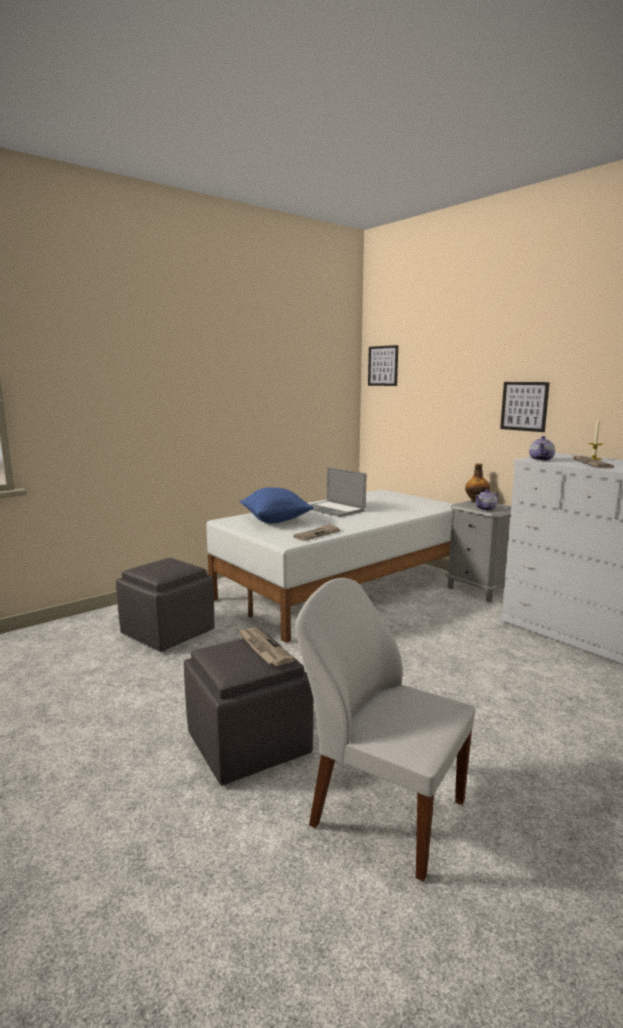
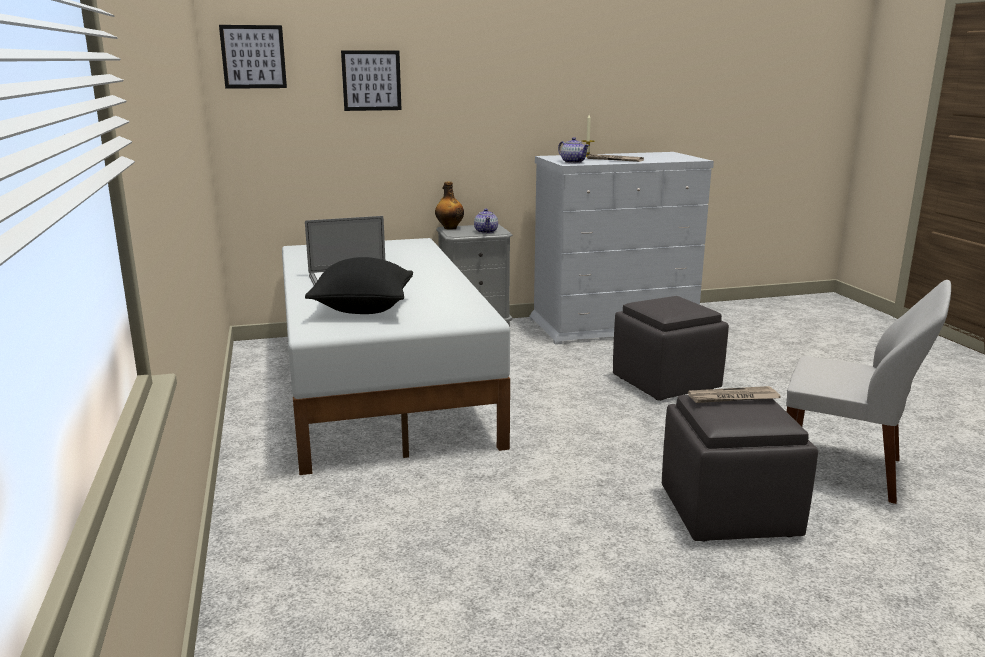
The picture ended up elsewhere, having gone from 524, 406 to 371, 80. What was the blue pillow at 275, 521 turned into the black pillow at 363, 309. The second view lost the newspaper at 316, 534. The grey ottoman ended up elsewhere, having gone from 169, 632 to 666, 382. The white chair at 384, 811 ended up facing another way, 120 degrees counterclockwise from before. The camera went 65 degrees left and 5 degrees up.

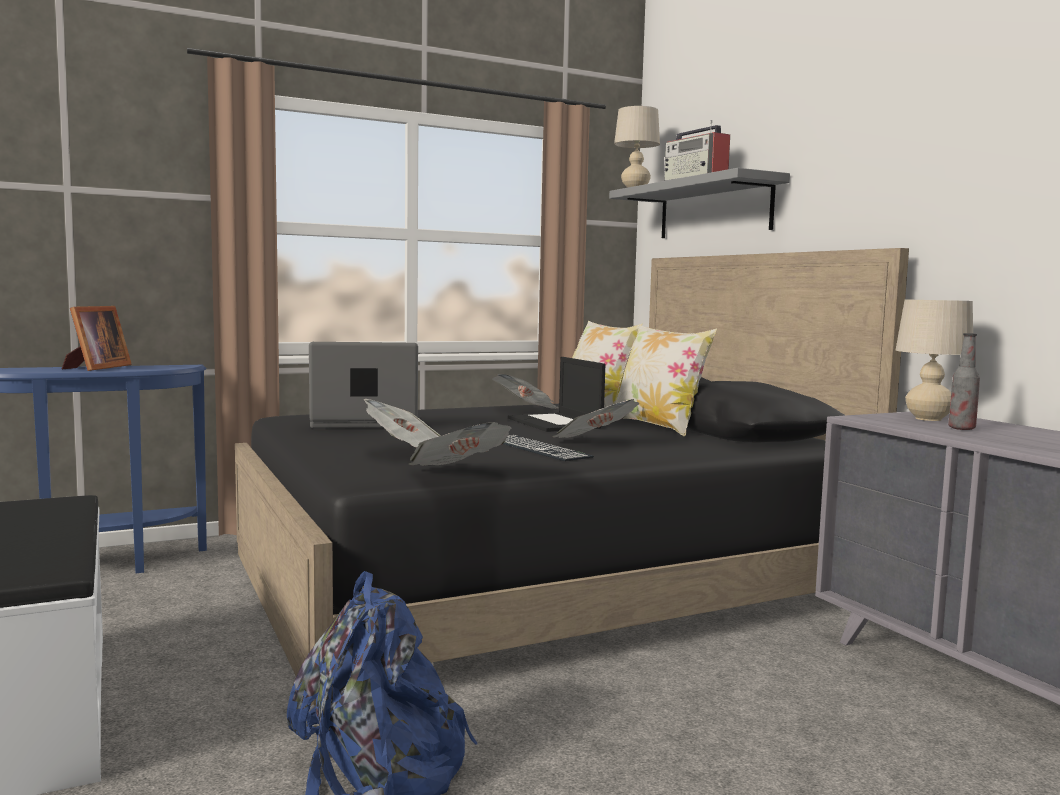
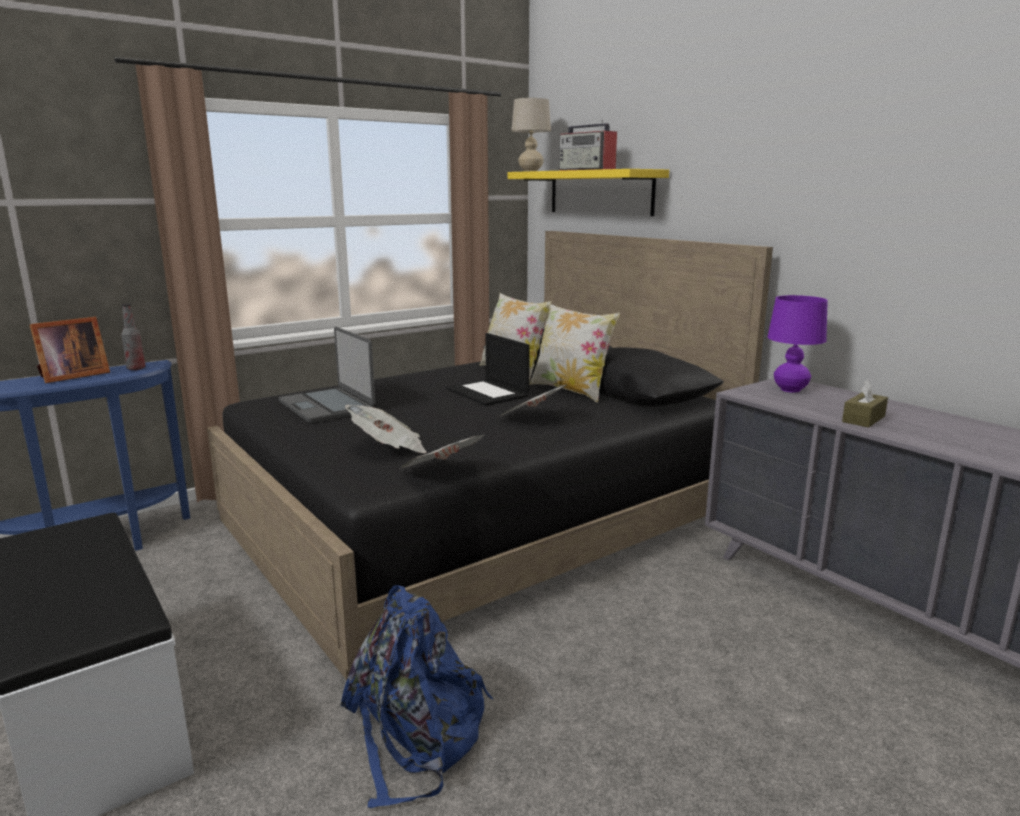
What was the grey shelf at 714, 209 turned into the yellow shelf at 600, 192. What was the beige table lamp at 928, 419 turned into the purple table lamp at 790, 389. The picture frame at 96, 368 ended up facing another way, 45 degrees clockwise from before. The bottle ended up elsewhere, having gone from 961, 428 to 136, 368. The laptop at 364, 423 ended up facing another way, 105 degrees counterclockwise from before. The second view lost the newspaper at 526, 410. The second view lost the keyboard at 537, 448. The second view gained the brown tissue box at 863, 419. The camera went 10 degrees left and 10 degrees up.

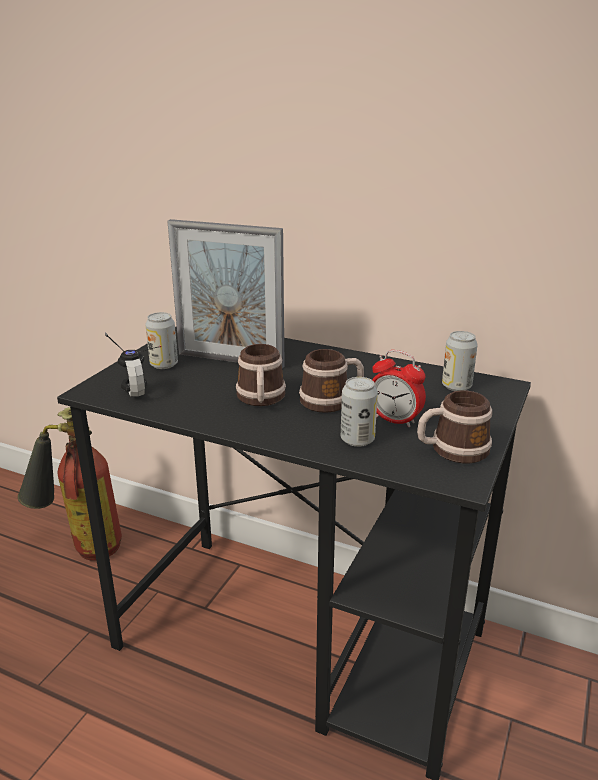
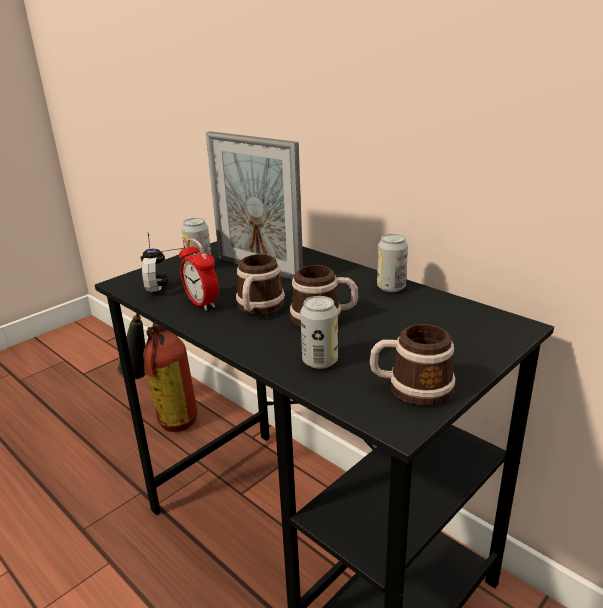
The can ended up elsewhere, having gone from 456, 386 to 391, 287. The alarm clock ended up elsewhere, having gone from 395, 420 to 202, 303. The camera went 20 degrees right and 0 degrees up.

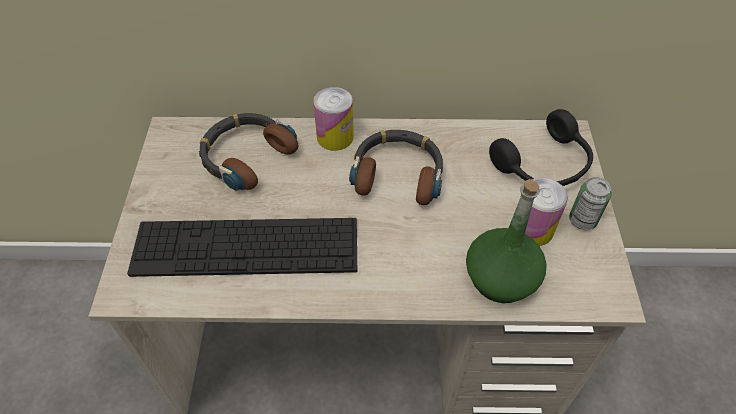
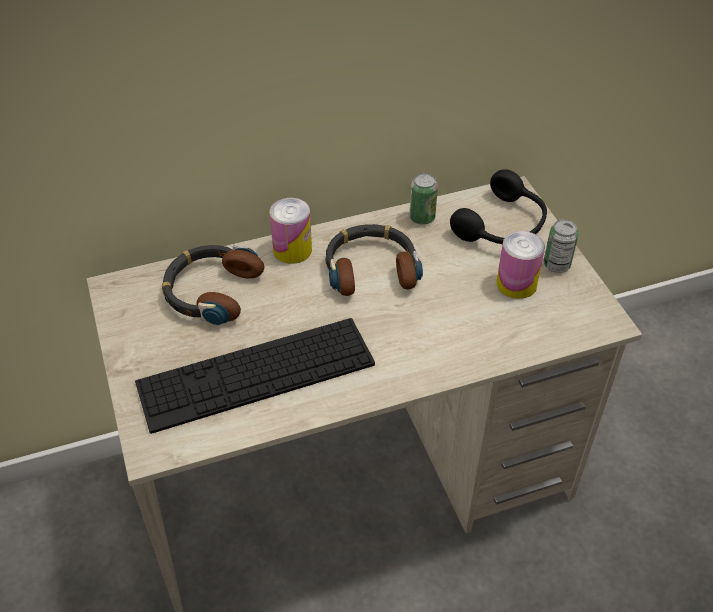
The second view lost the green bottle at 501, 278. The second view gained the can at 422, 218. The camera went 20 degrees left and 5 degrees down.

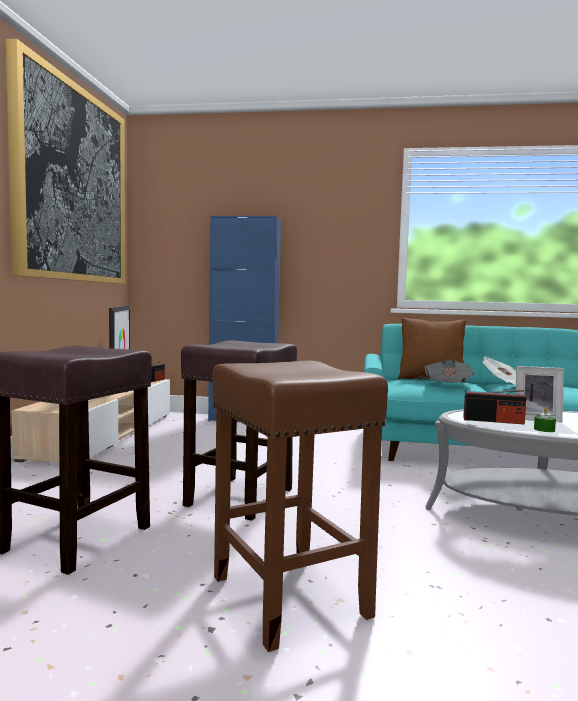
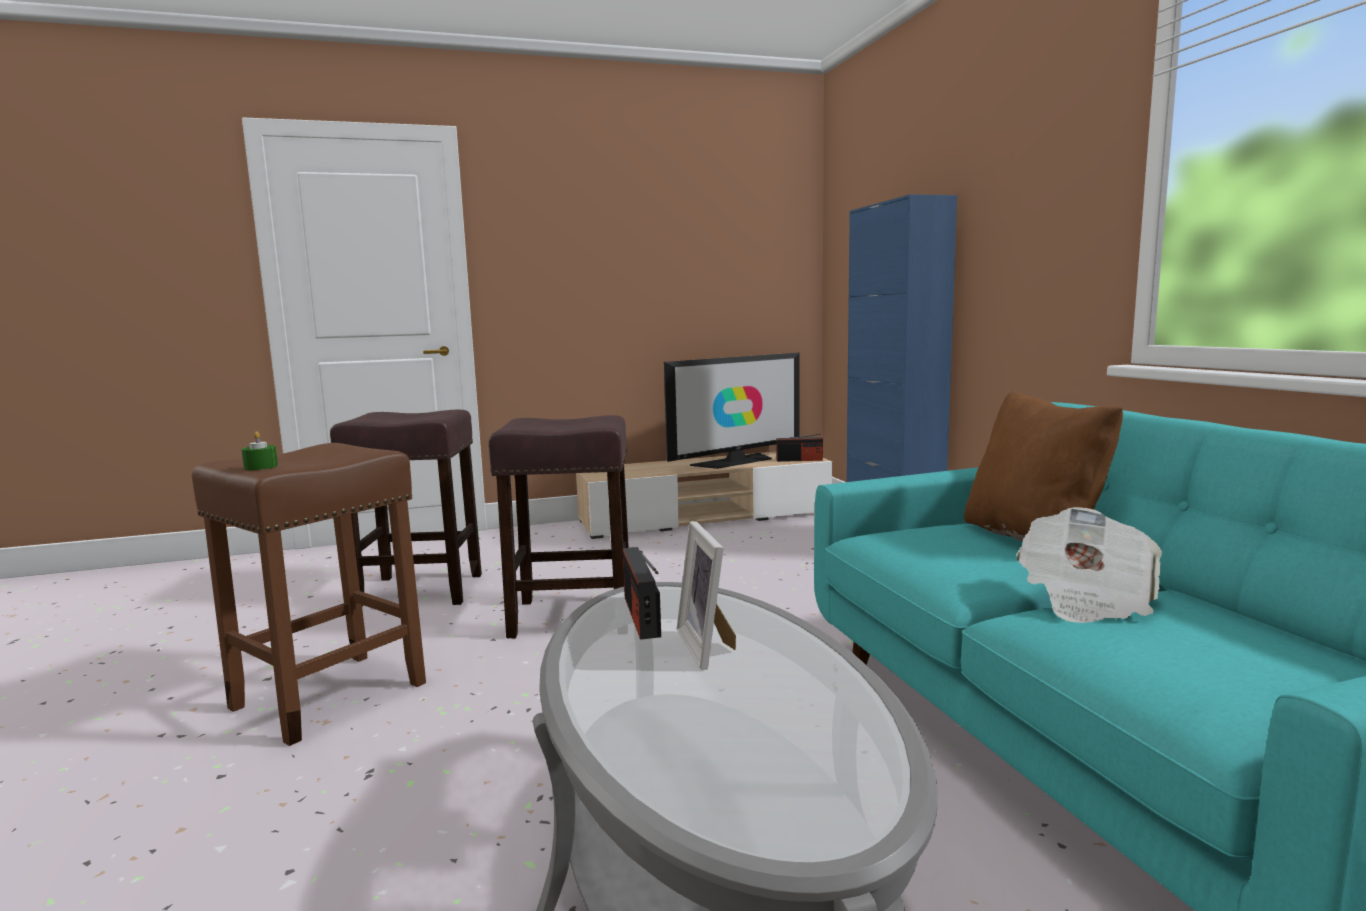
The second view lost the picture at 72, 185. The second view lost the newspaper at 448, 386. The green candle ended up elsewhere, having gone from 544, 429 to 261, 467. The camera went 65 degrees right and 5 degrees up.

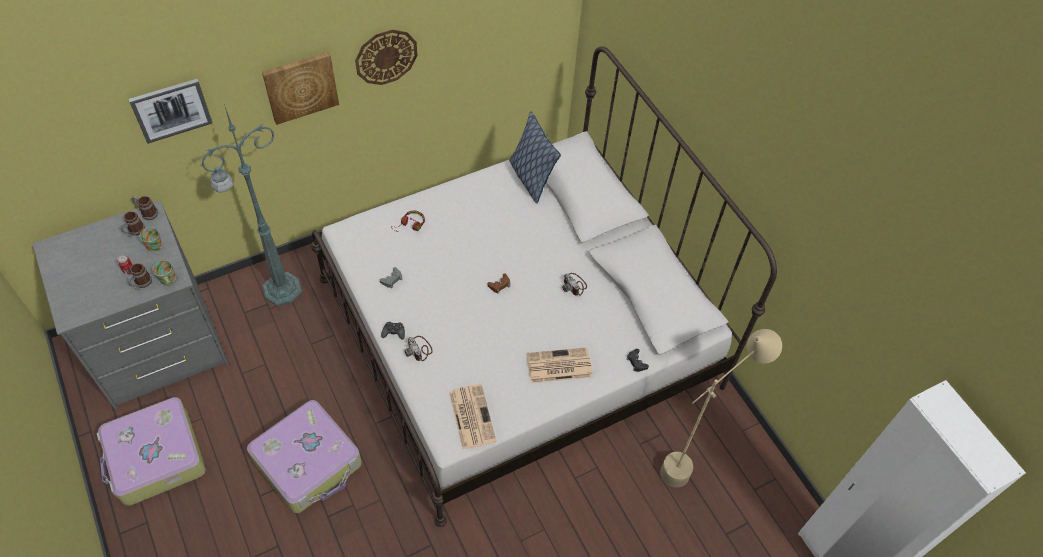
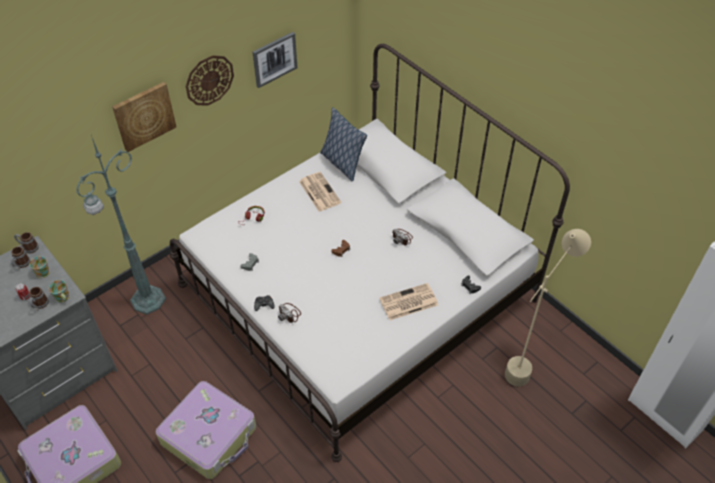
The picture ended up elsewhere, having gone from 171, 110 to 274, 59. The newspaper ended up elsewhere, having gone from 471, 416 to 319, 191. The camera went 10 degrees left and 5 degrees down.

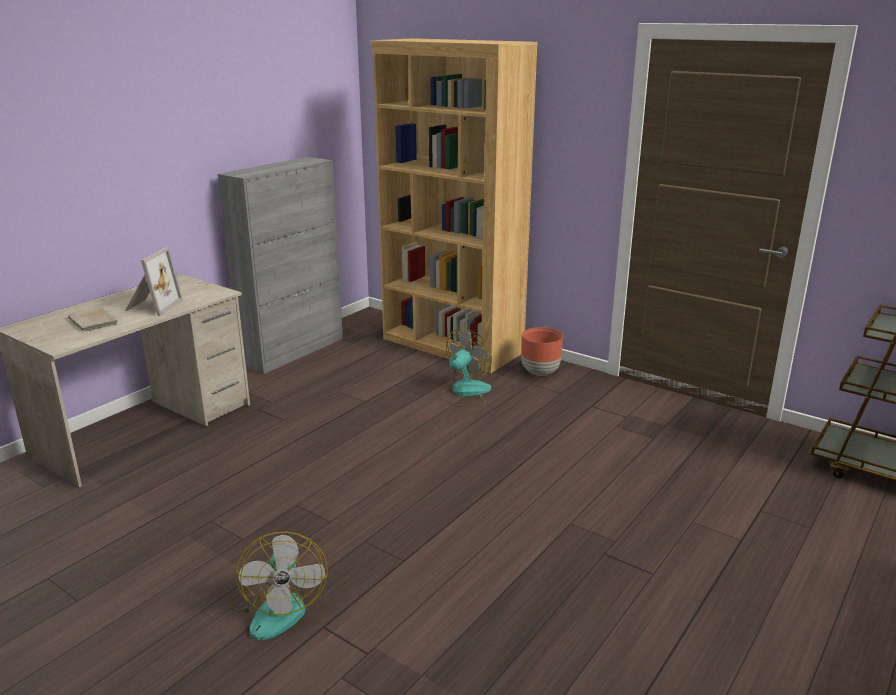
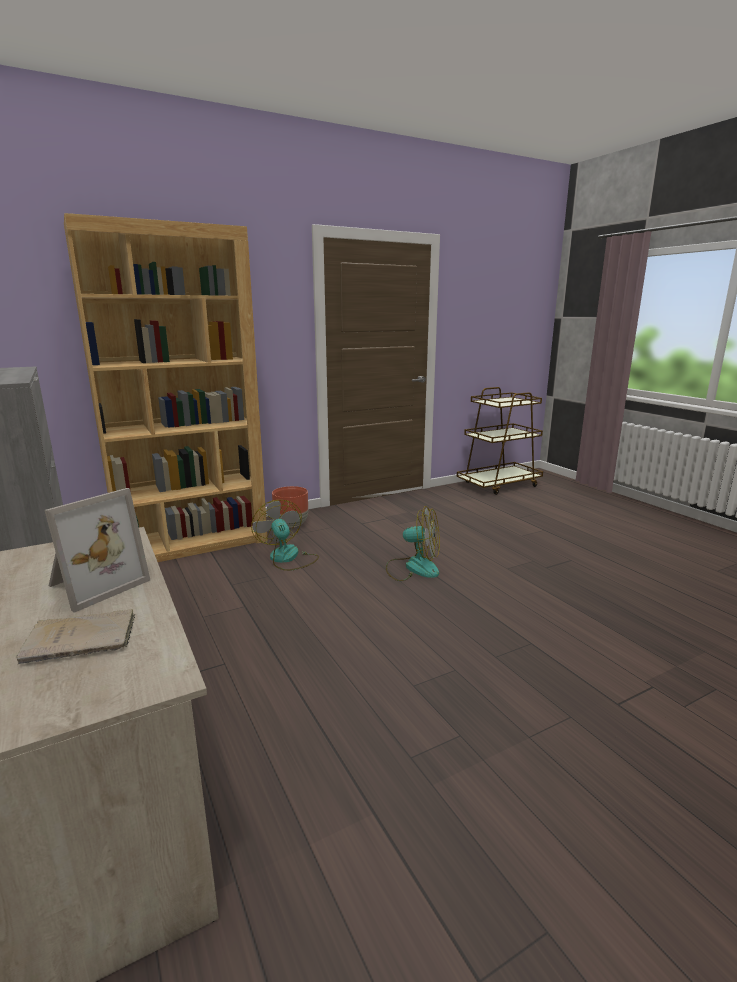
The picture frame at 152, 306 ended up facing another way, 90 degrees clockwise from before. The fan ended up elsewhere, having gone from 278, 607 to 413, 568. The camera went 65 degrees left and 5 degrees down.

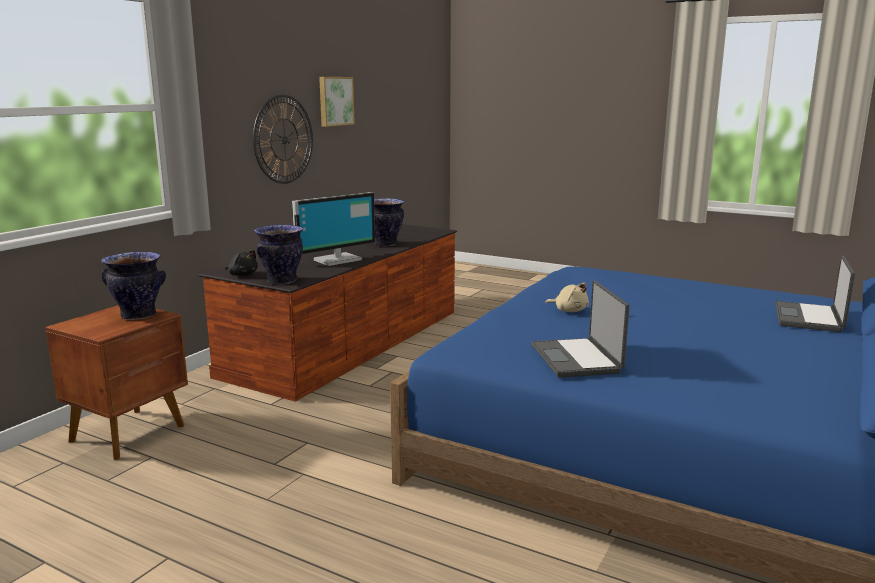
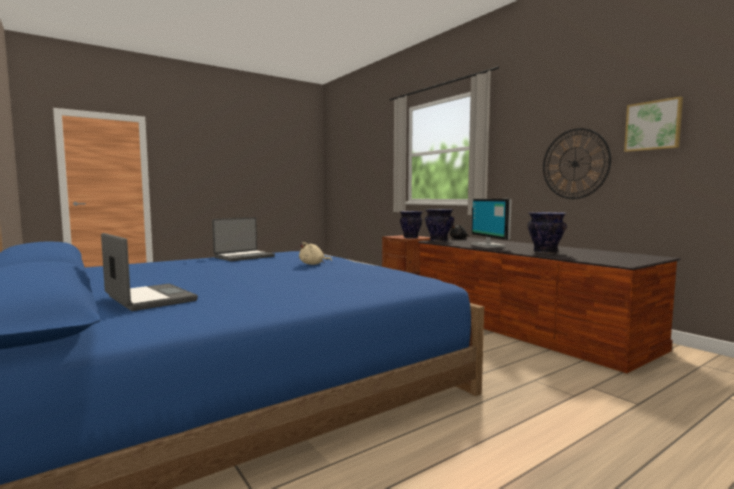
The laptop at 577, 359 ended up facing another way, 120 degrees clockwise from before. The camera went 115 degrees right and 10 degrees down.

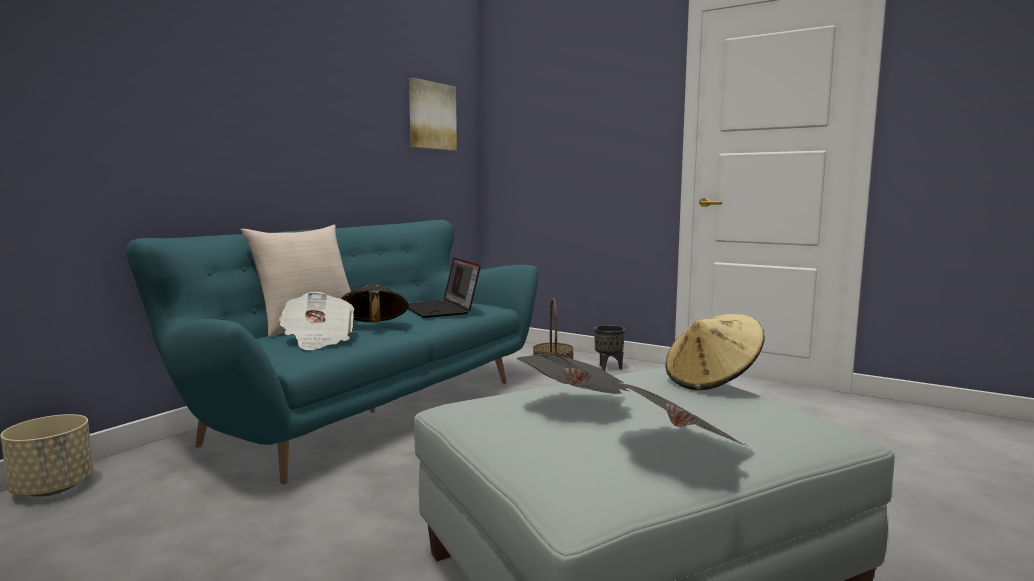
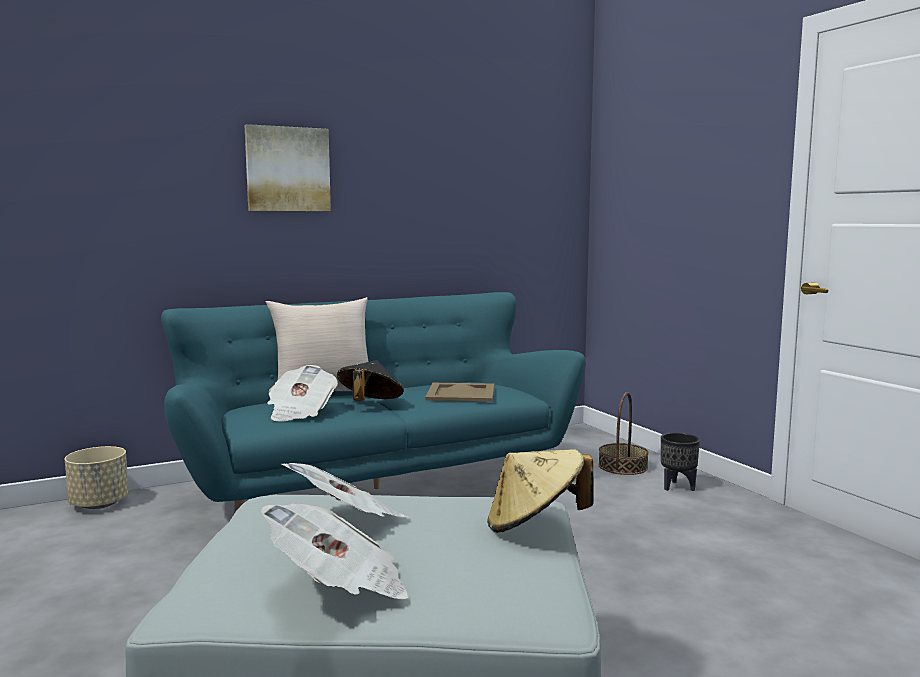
The picture ended up elsewhere, having gone from 431, 116 to 287, 169. Where the laptop stood at 441, 310, the beige tray came to stand at 461, 393. The camera went 30 degrees right and 0 degrees up.

